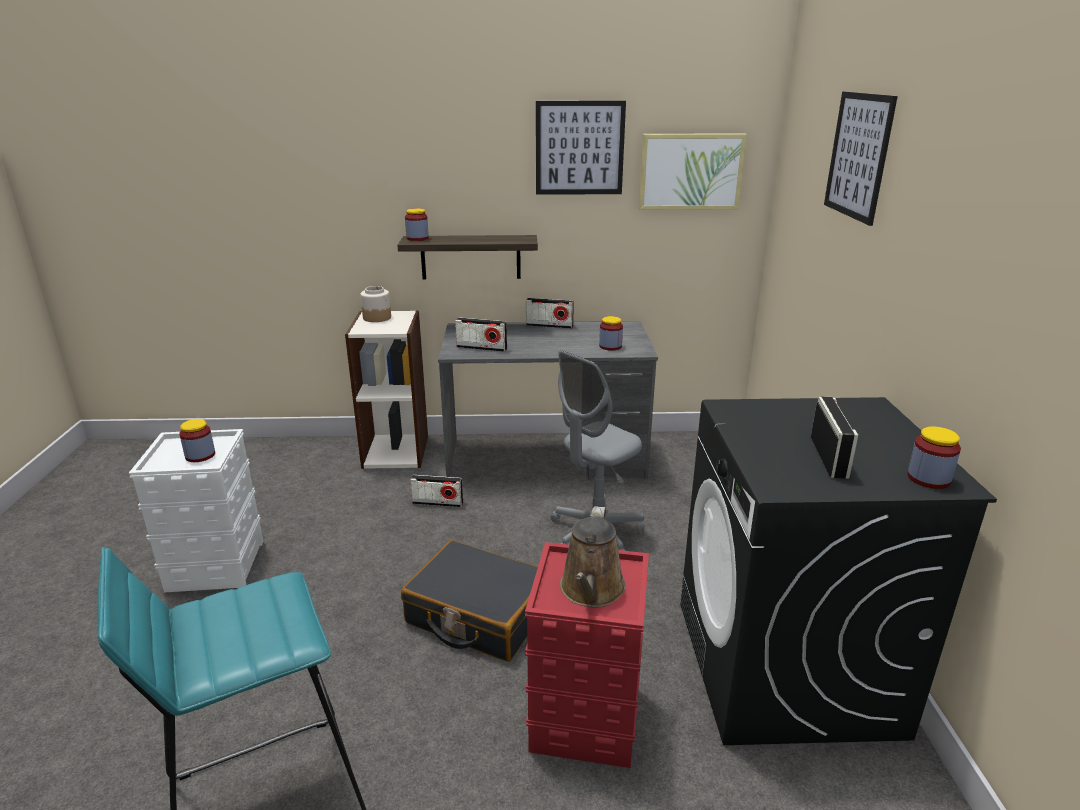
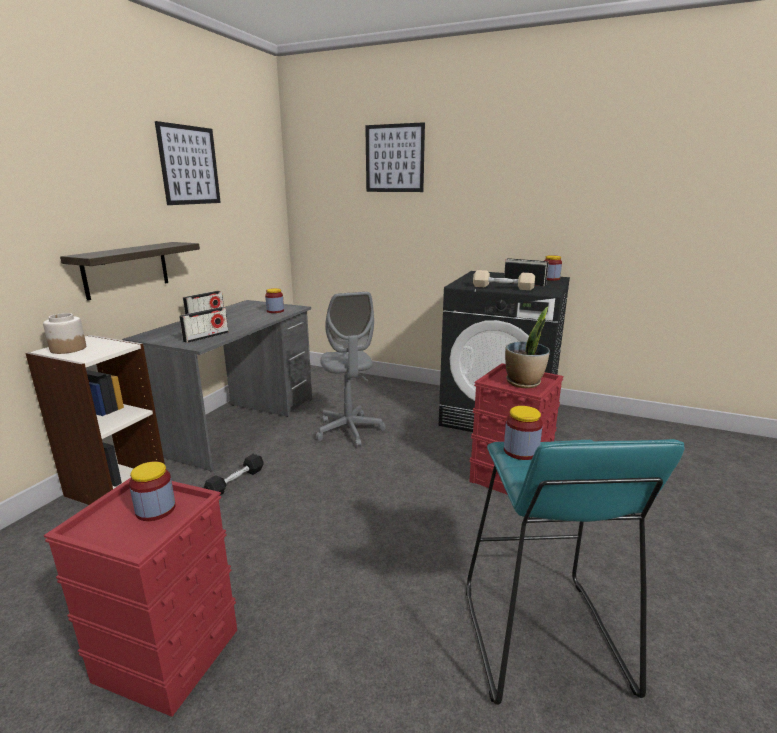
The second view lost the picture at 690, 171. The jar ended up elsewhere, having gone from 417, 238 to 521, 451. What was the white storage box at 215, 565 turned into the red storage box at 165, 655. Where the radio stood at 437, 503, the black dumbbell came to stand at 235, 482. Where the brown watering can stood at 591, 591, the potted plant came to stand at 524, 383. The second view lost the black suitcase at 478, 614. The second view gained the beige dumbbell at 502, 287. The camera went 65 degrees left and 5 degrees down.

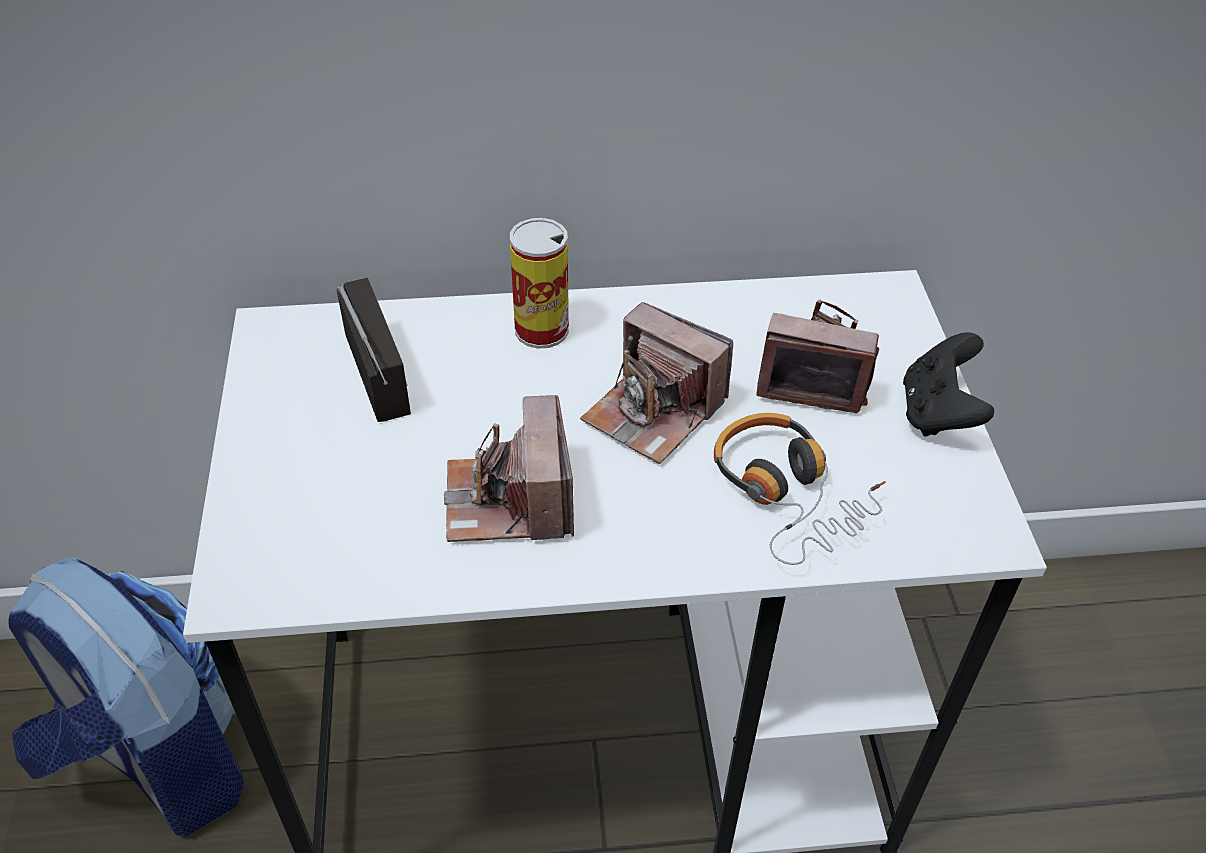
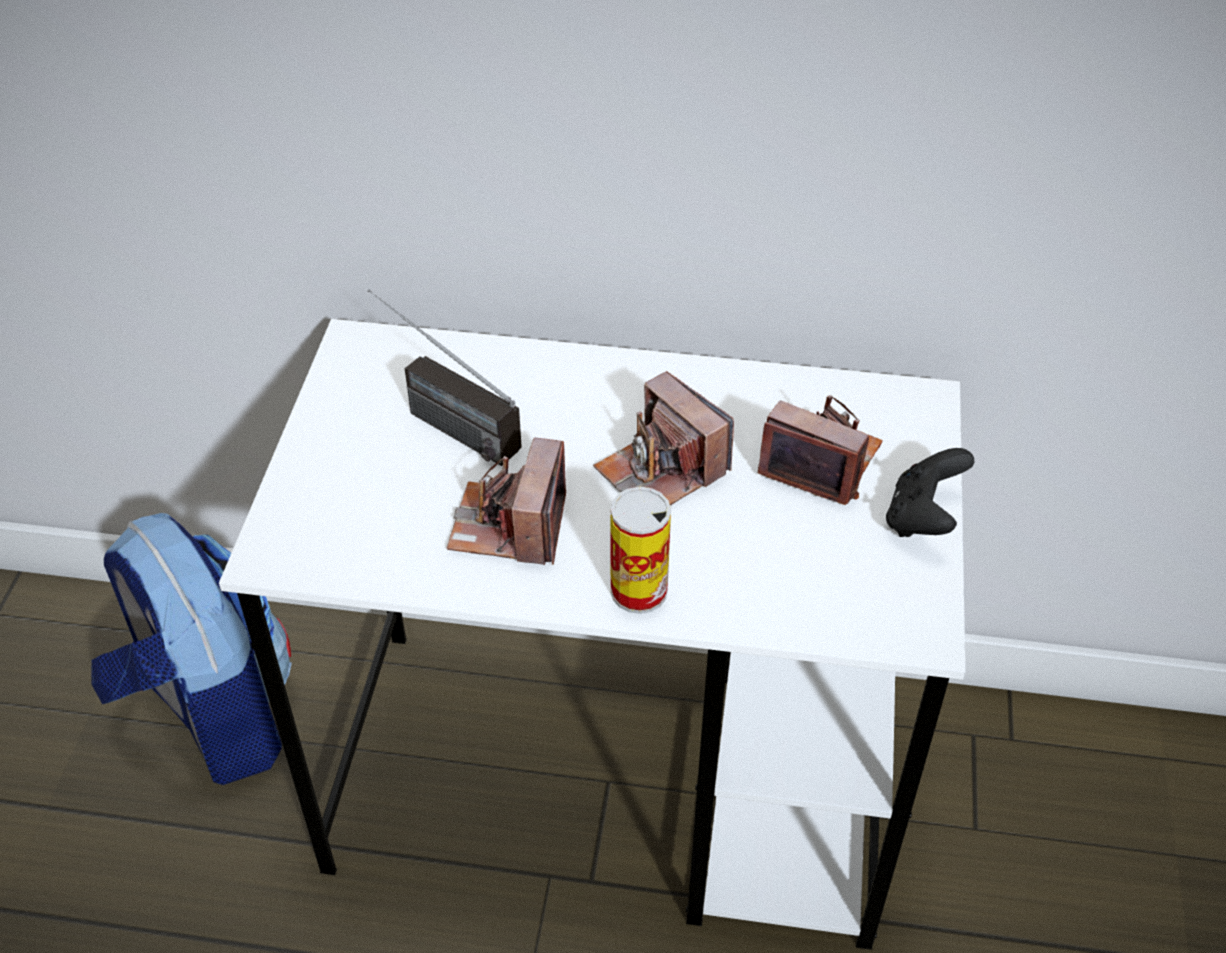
The can ended up elsewhere, having gone from 541, 330 to 639, 591. The radio at 390, 397 ended up facing another way, 135 degrees clockwise from before. The second view lost the headphones at 788, 494. The camera went 15 degrees right and 0 degrees up.

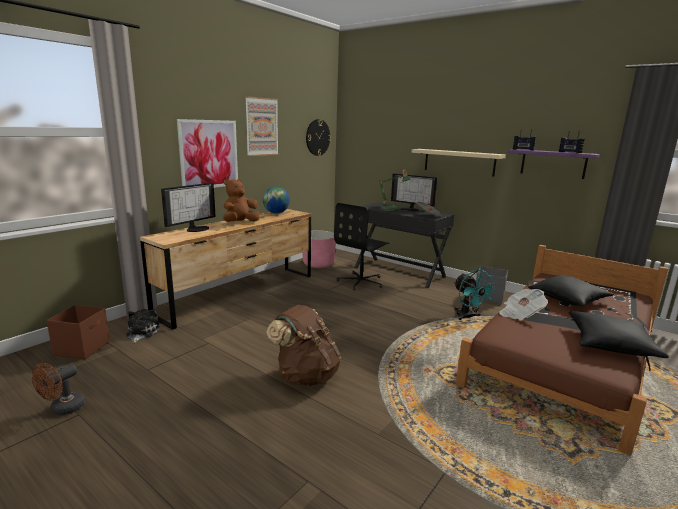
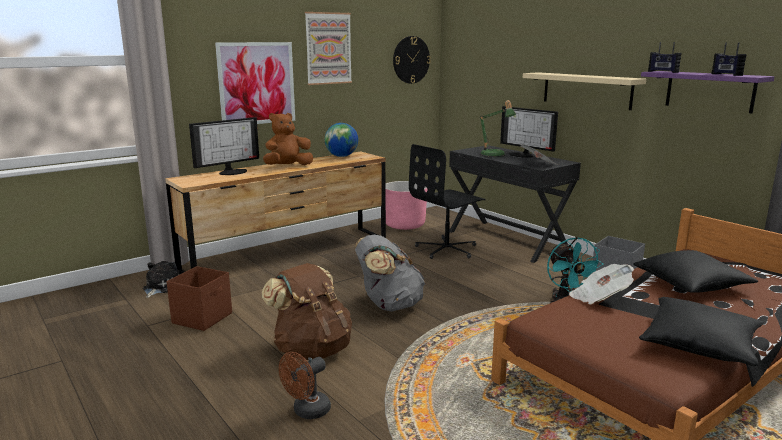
The brown storage box ended up elsewhere, having gone from 83, 348 to 203, 318. The brown fan ended up elsewhere, having gone from 63, 409 to 307, 412. The second view gained the grey backpack at 389, 305. The camera went 15 degrees right and 0 degrees up.

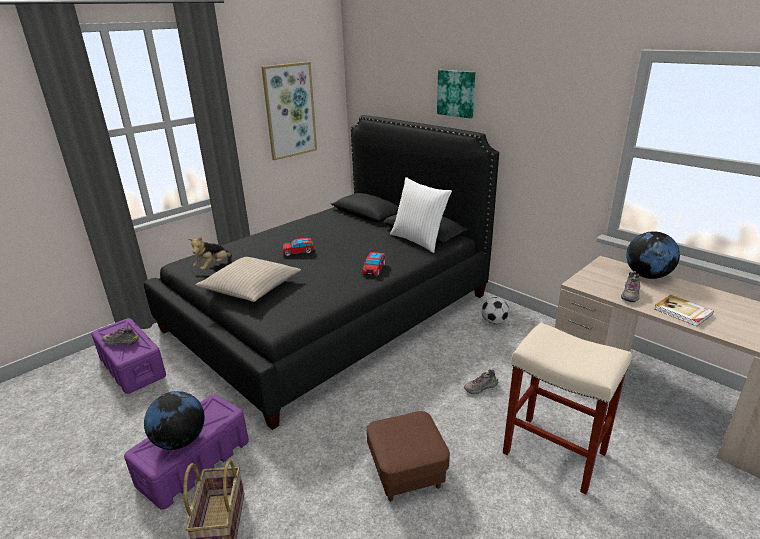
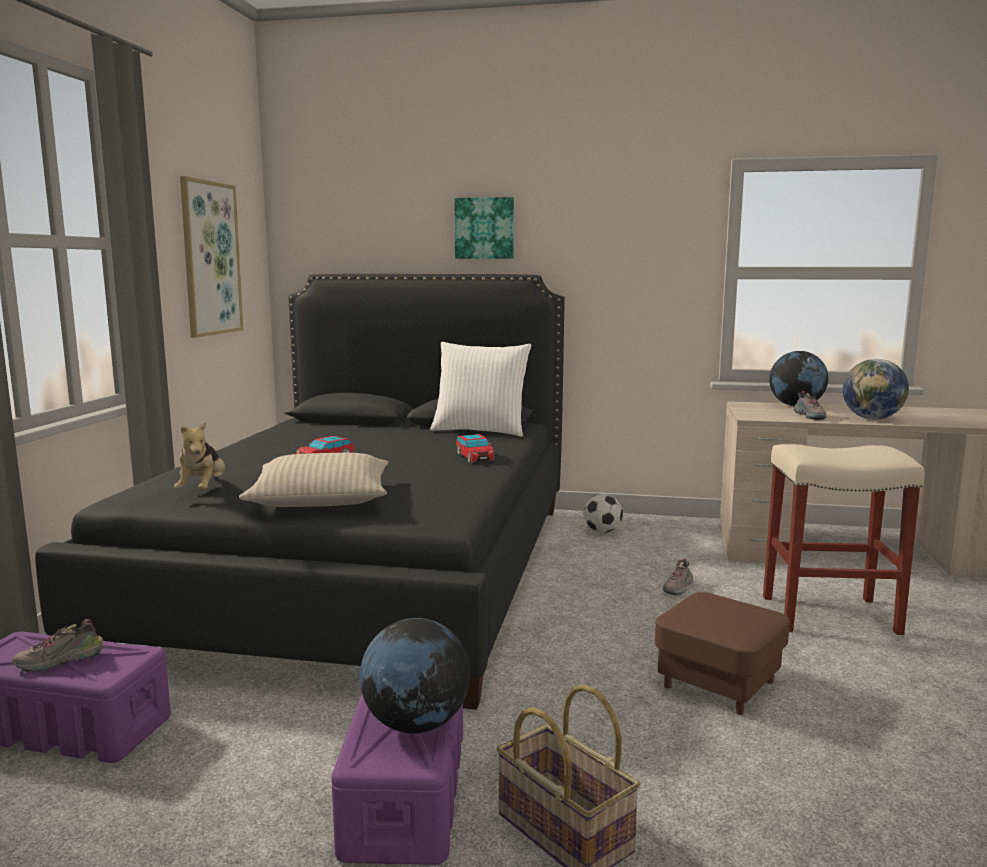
Where the book stood at 682, 312, the globe came to stand at 872, 419. The camera went 35 degrees left and 15 degrees down.

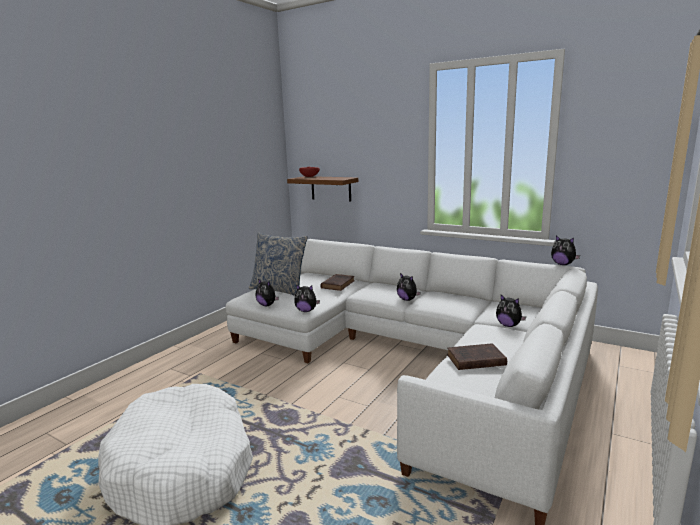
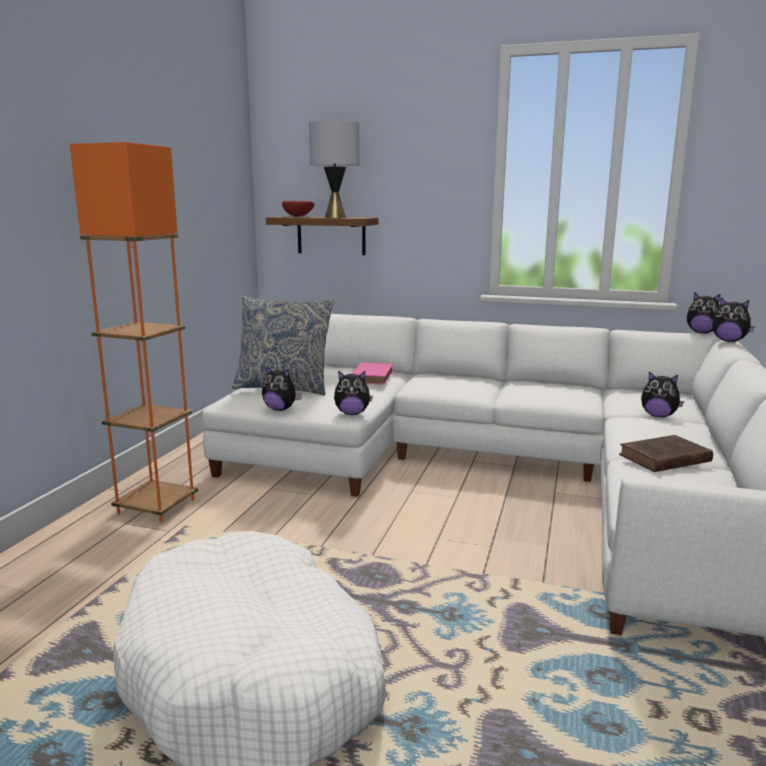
The plush toy ended up elsewhere, having gone from 407, 299 to 729, 341. What was the brown book at 338, 284 turned into the pink book at 372, 376. The second view gained the grey table lamp at 335, 217. The second view gained the orange floor lamp at 156, 506. The camera went 15 degrees left and 0 degrees up.

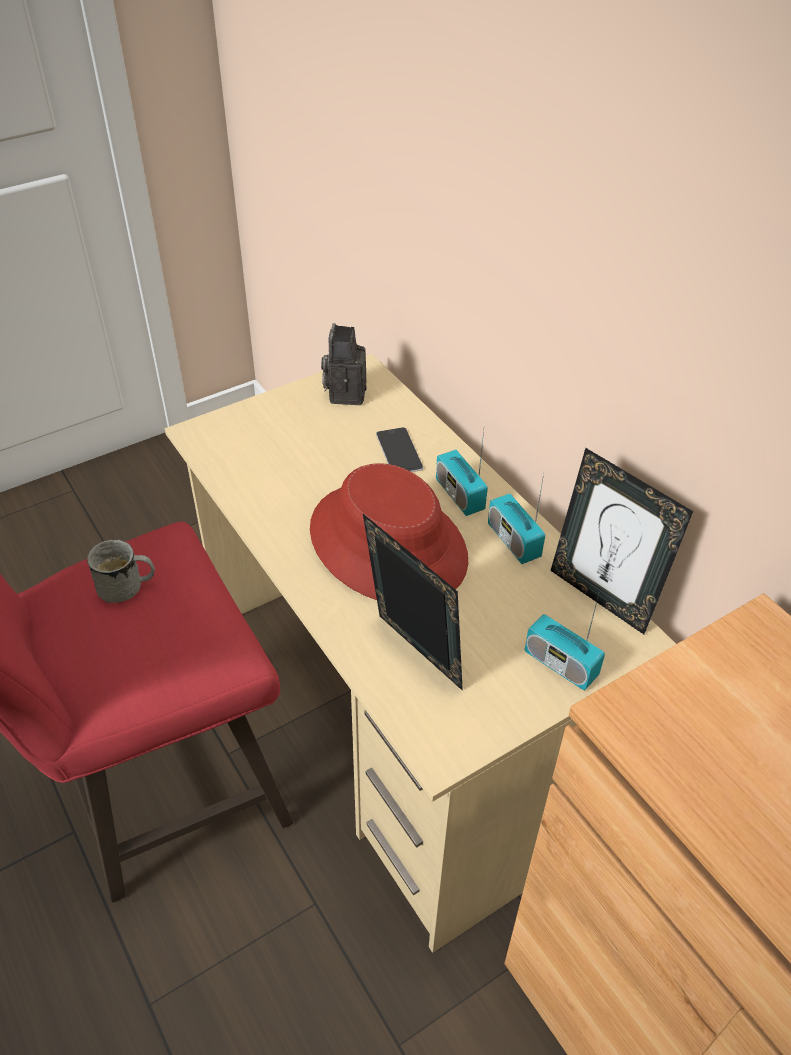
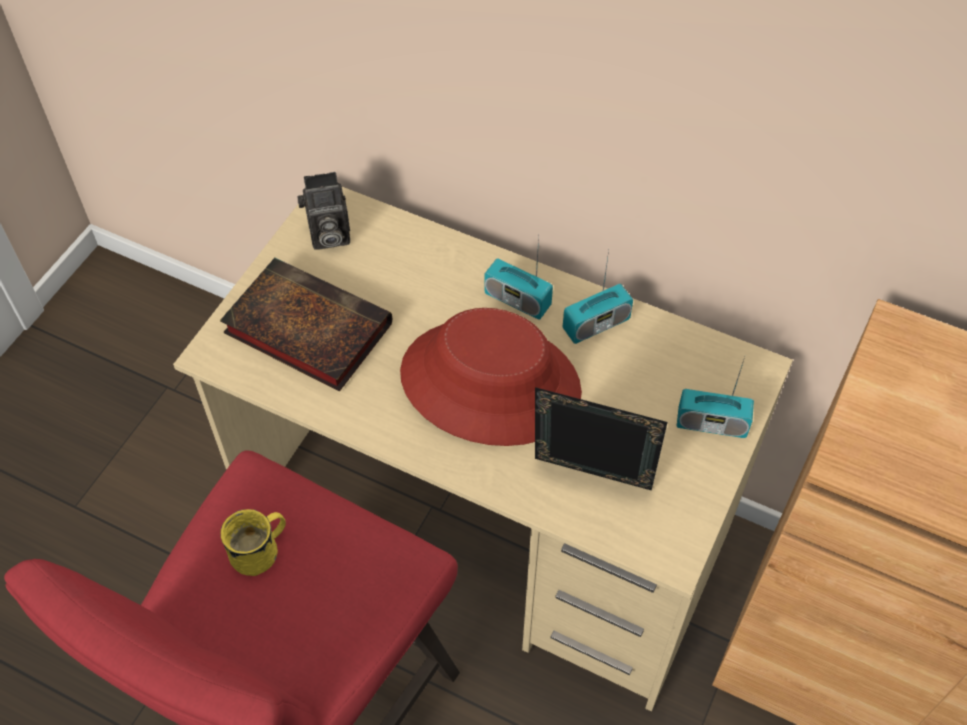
The photo camera at 345, 392 ended up facing another way, 75 degrees counterclockwise from before. The second view lost the phone at 399, 451. The second view lost the picture frame at 601, 596. The radio at 513, 541 ended up facing another way, 60 degrees counterclockwise from before. What was the grey mug at 127, 588 turned into the yellow mug at 261, 550. The second view gained the book at 304, 328. The camera went 30 degrees left and 10 degrees up.

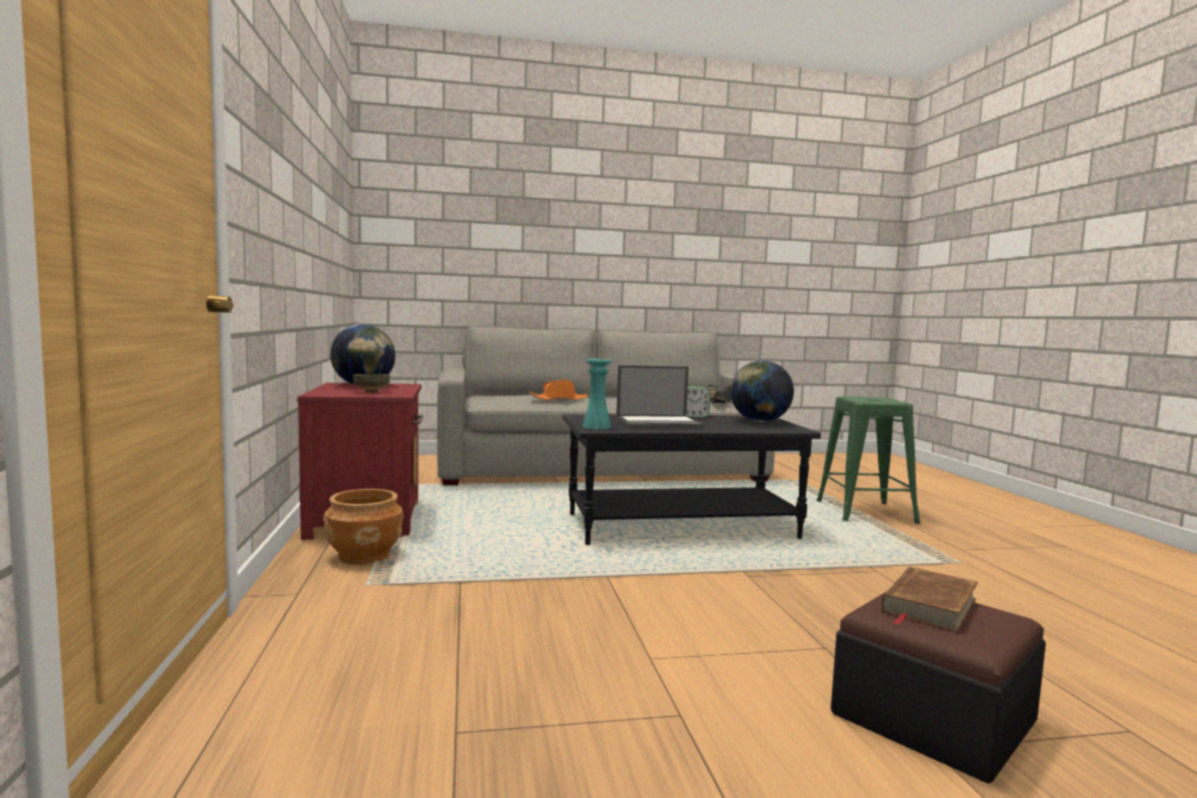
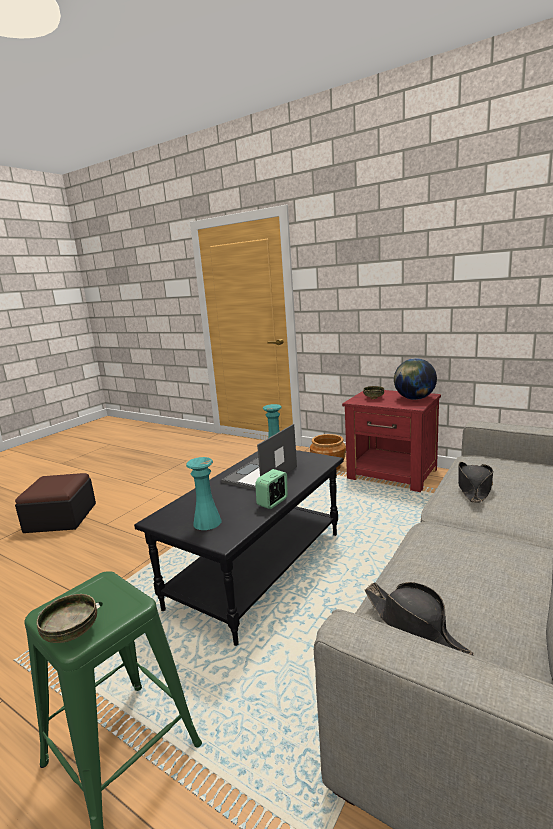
Where the globe stood at 759, 421, the turquoise vase came to stand at 207, 522. What was the orange hat at 559, 399 turned into the black hat at 474, 488. The second view lost the brown book at 928, 605. The second view gained the bowl at 71, 633. The camera went 135 degrees right and 10 degrees up.

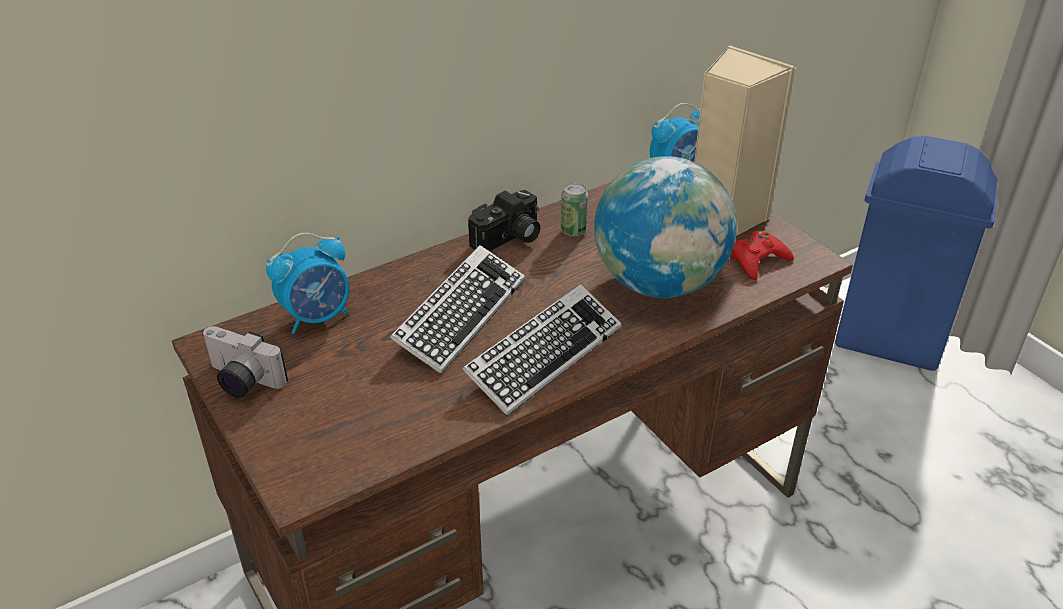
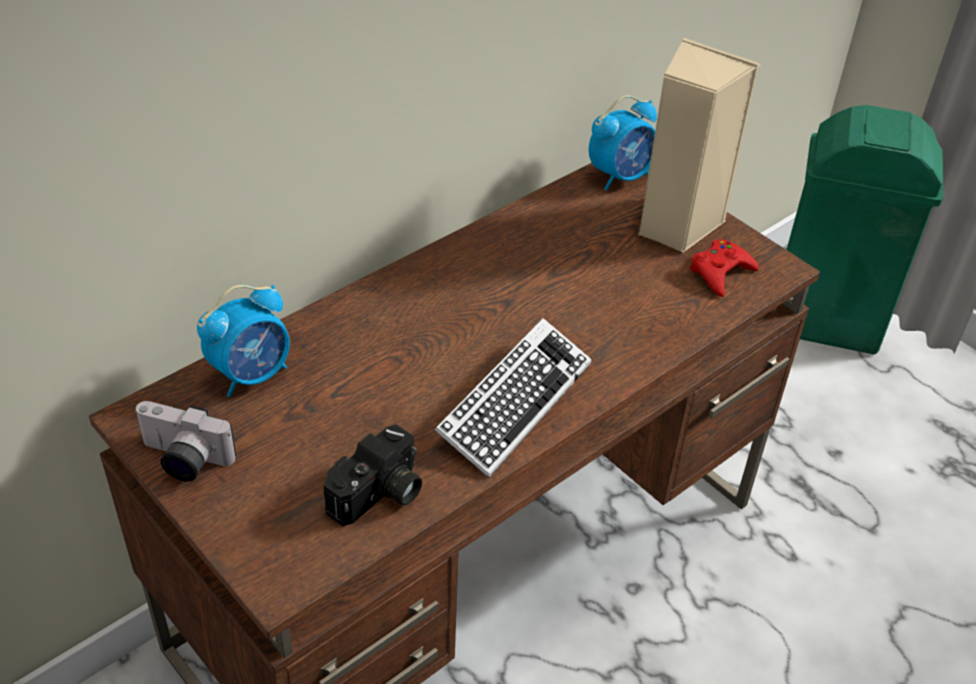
What was the blue trash can at 887, 341 turned into the green trash can at 823, 323. The second view lost the globe at 659, 283. The second view lost the can at 573, 231. The photo camera ended up elsewhere, having gone from 509, 238 to 379, 495. The second view lost the keyboard at 460, 315. The camera went 10 degrees left and 5 degrees up.

